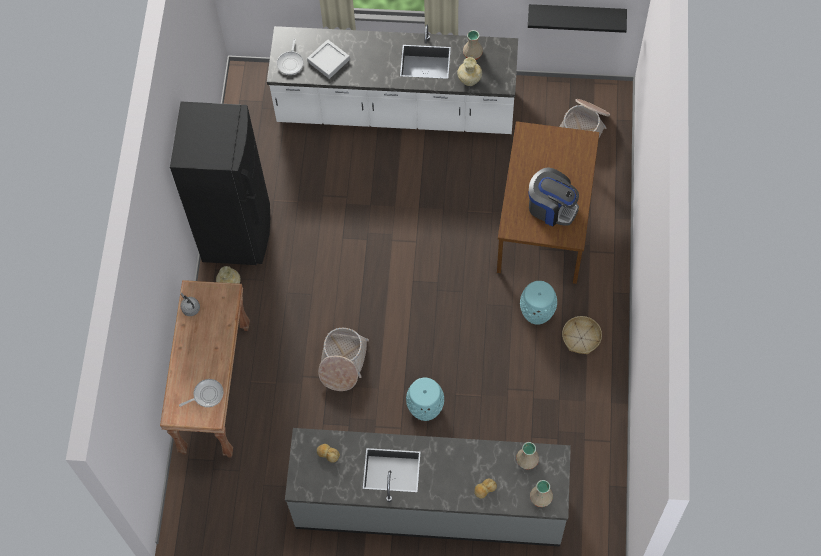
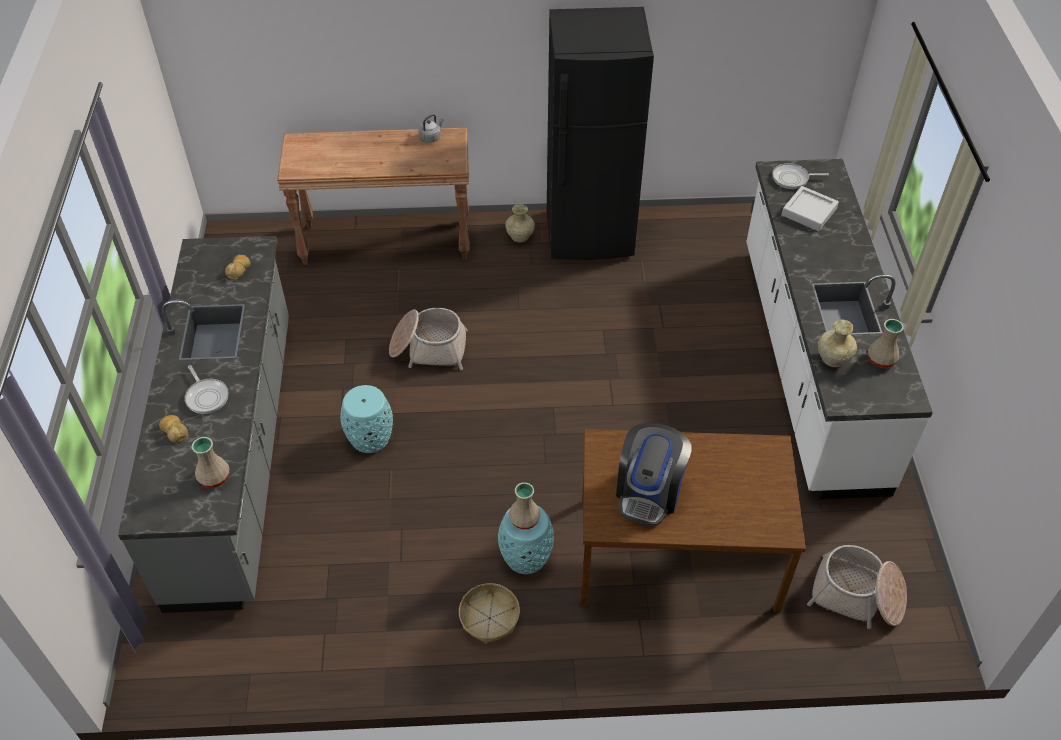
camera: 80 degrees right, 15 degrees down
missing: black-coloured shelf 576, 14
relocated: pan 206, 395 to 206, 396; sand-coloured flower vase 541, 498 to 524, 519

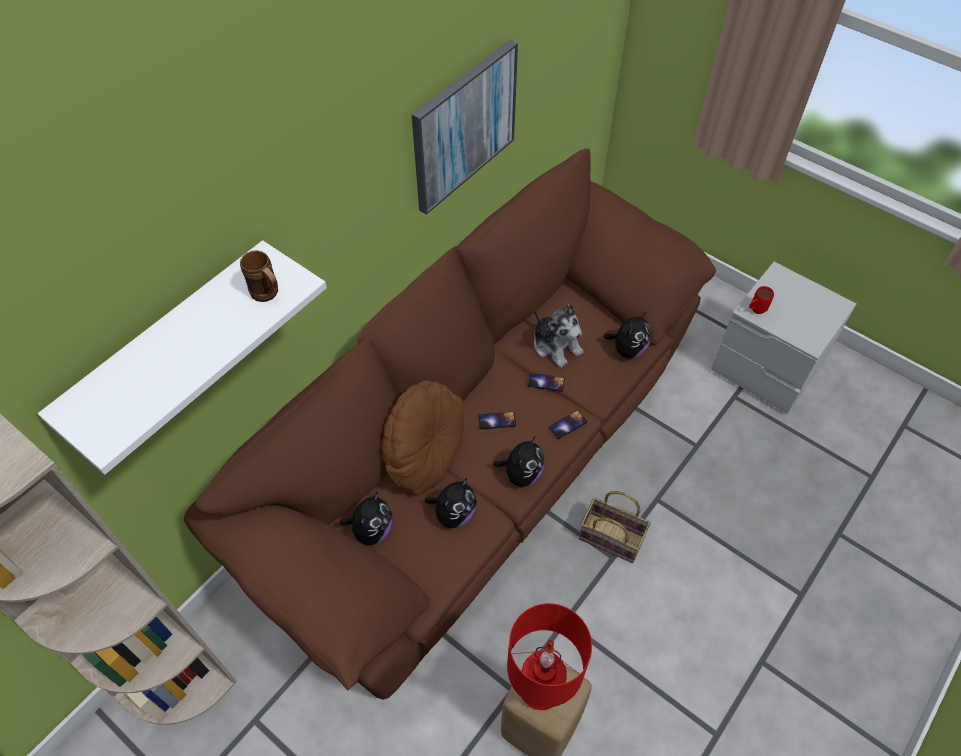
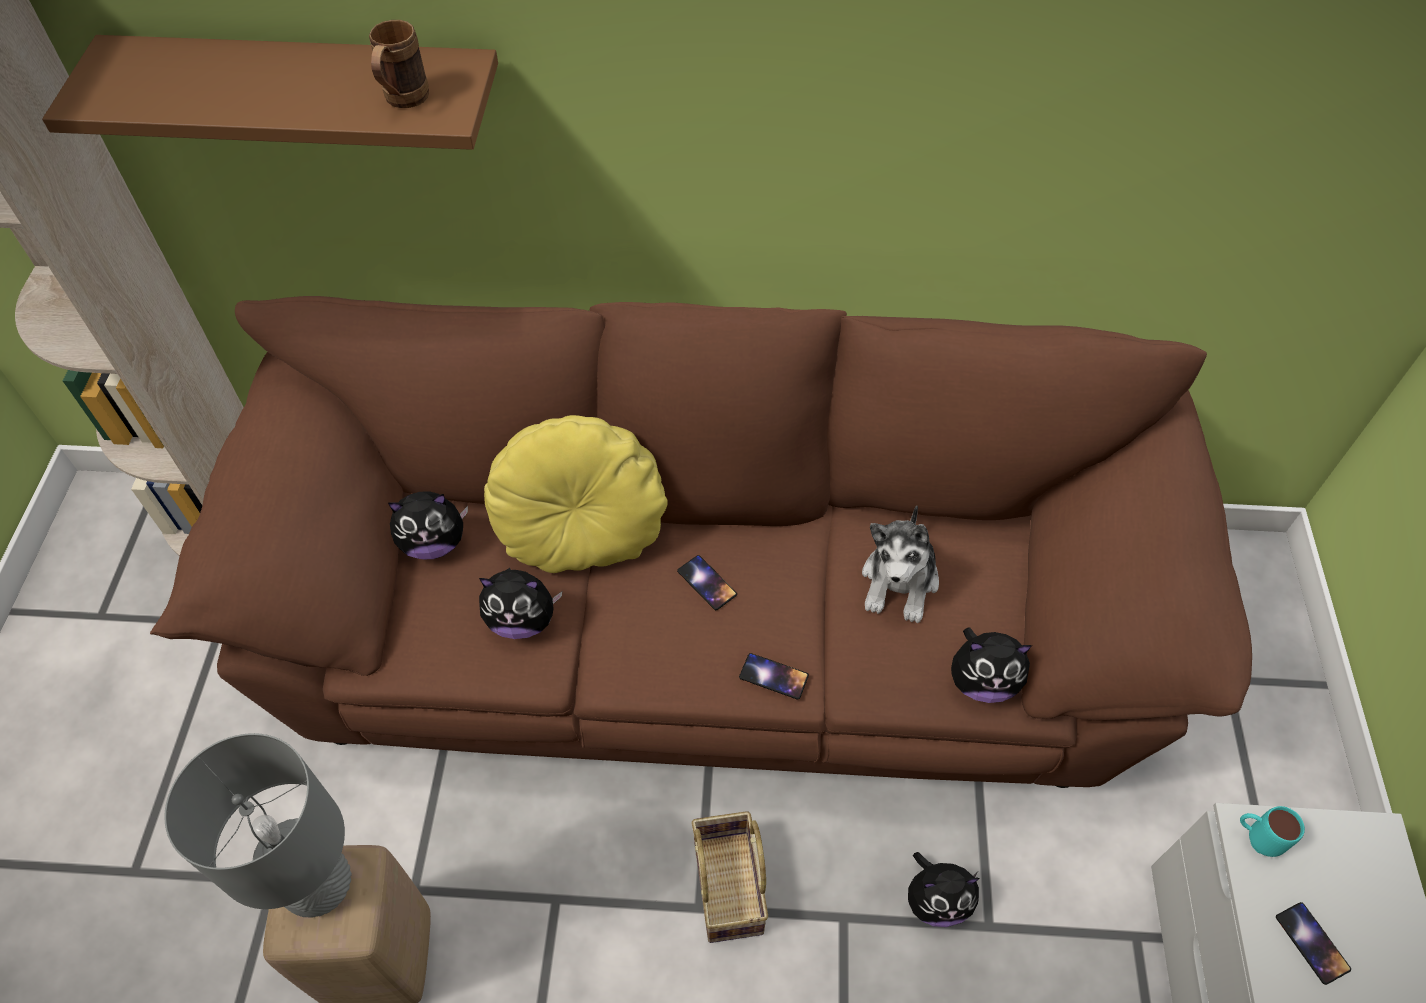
camera: 55 degrees right, 0 degrees up
missing: wall picture 463, 126
relocated: cuddly toy 521, 474 to 936, 900; handset 546, 382 to 1312, 943
colour: white-coloured shelf 170, 345 to brown shelf 311, 93; red tabletop lamp 541, 690 to grey tabletop lamp 321, 886; brown cushion 427, 460 to yellow cushion 583, 541; red coffee mug 755, 310 to turquoise-coloured coffee mug 1255, 839

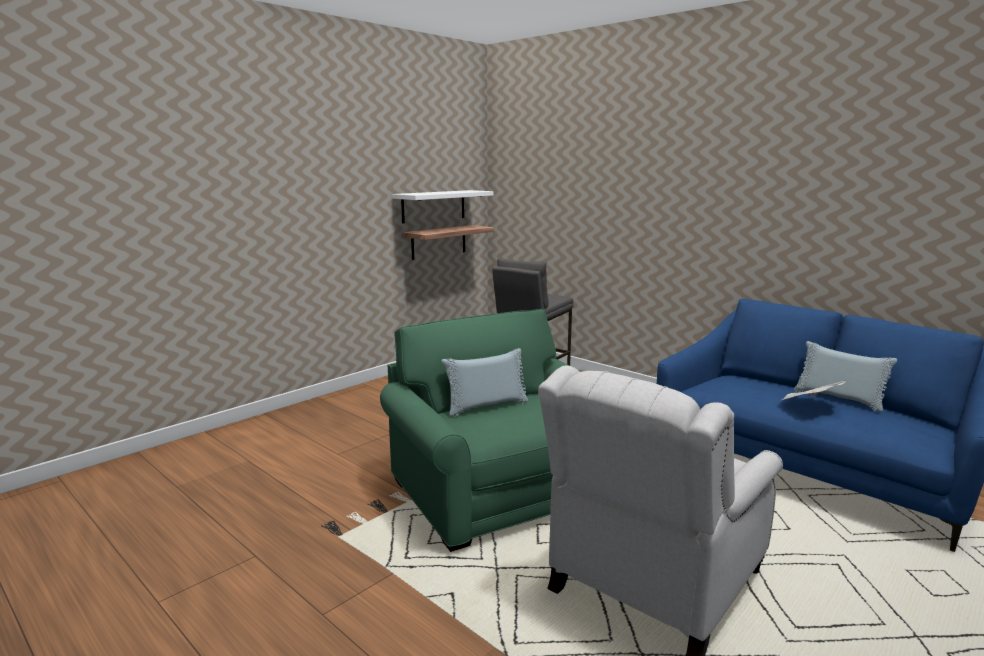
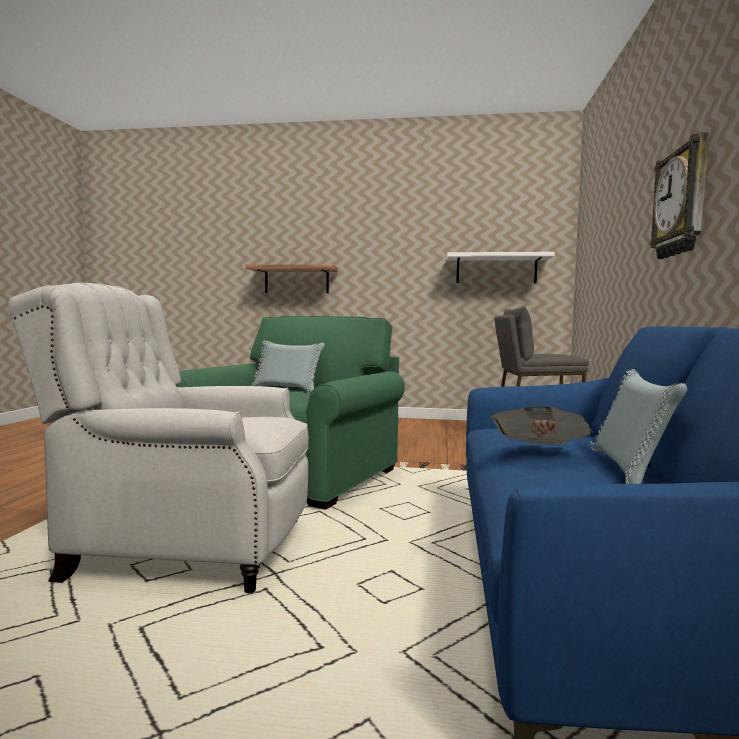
camera: 55 degrees right, 10 degrees down
appeared: hanging clock 682, 202
relocated: shelf 439, 242 to 296, 280

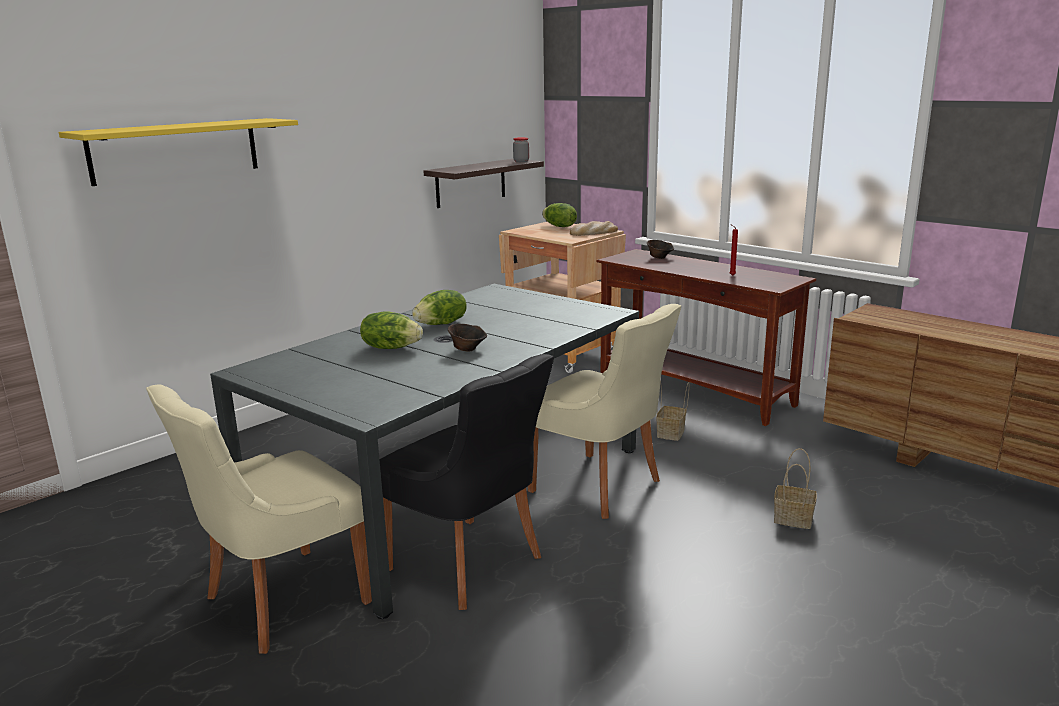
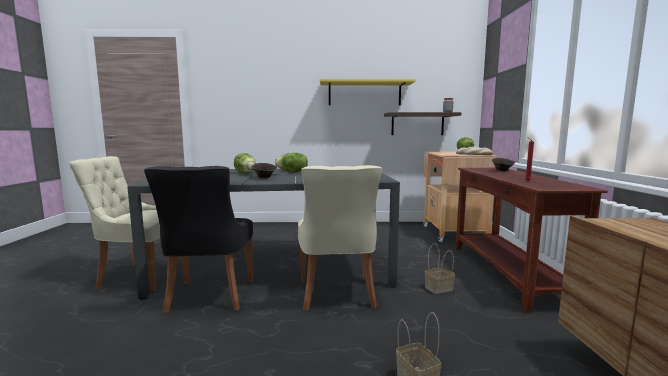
camera: 45 degrees right, 10 degrees down
relocated: yellow shelf 175, 150 to 364, 94

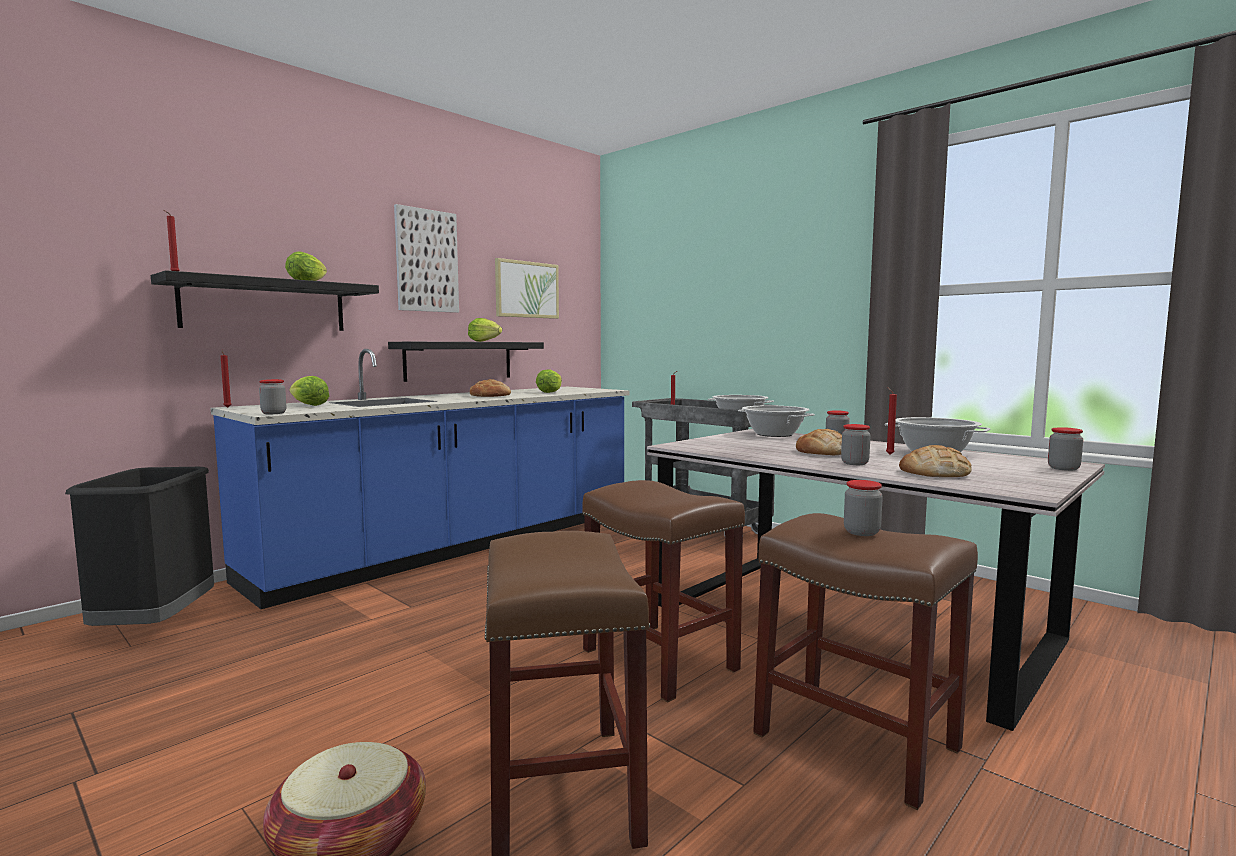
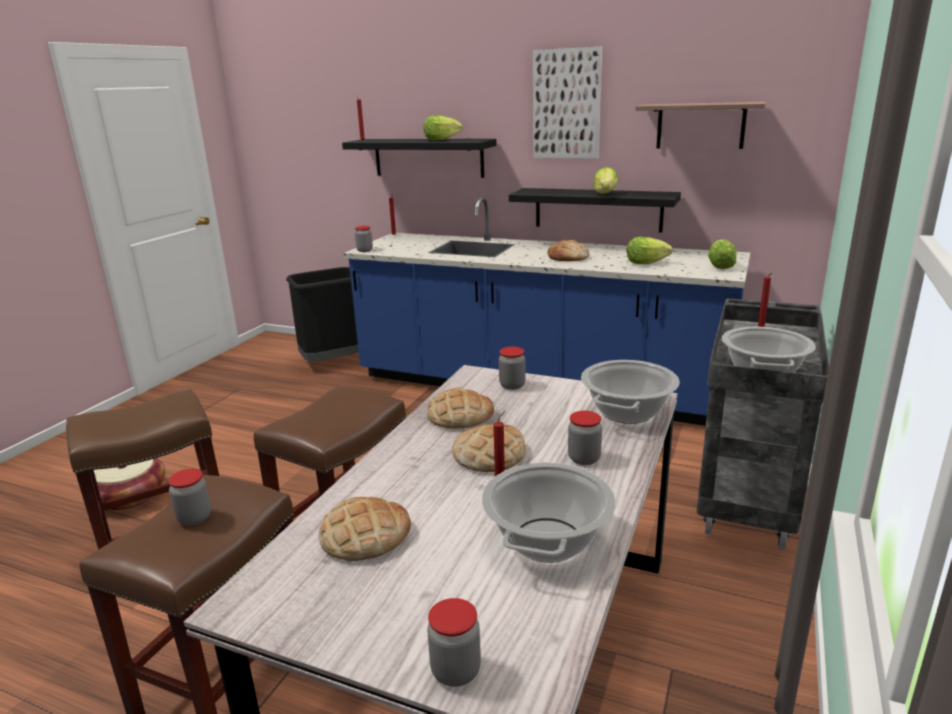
camera: 70 degrees right, 15 degrees up
appeared: bakery bread 459, 415
relocated: preserve jar 854, 463 to 512, 385; head of lettuce 309, 405 to 719, 266
exchanged: wall picture 526, 289 to shelf 700, 126

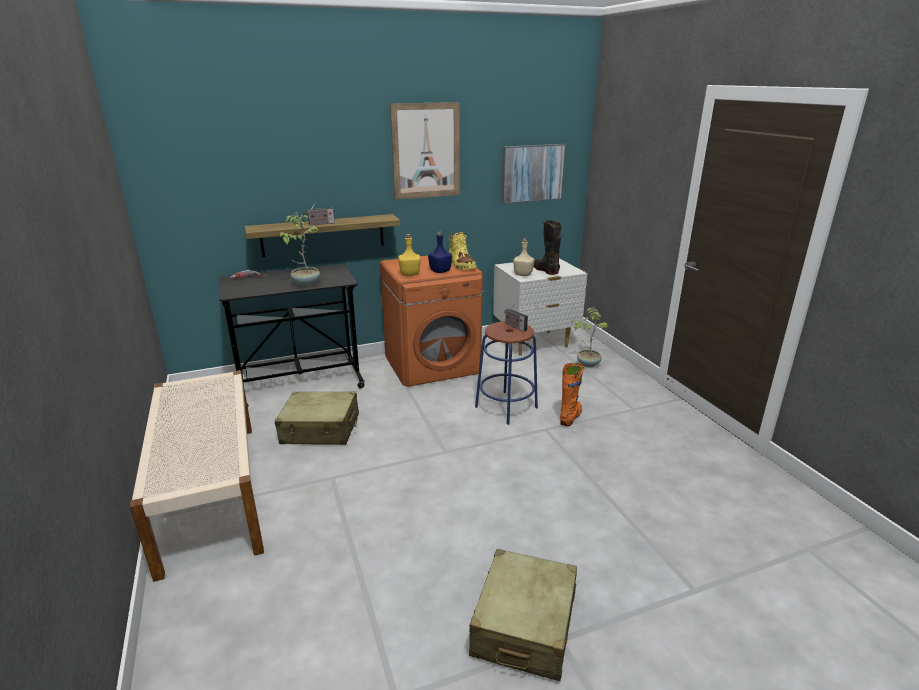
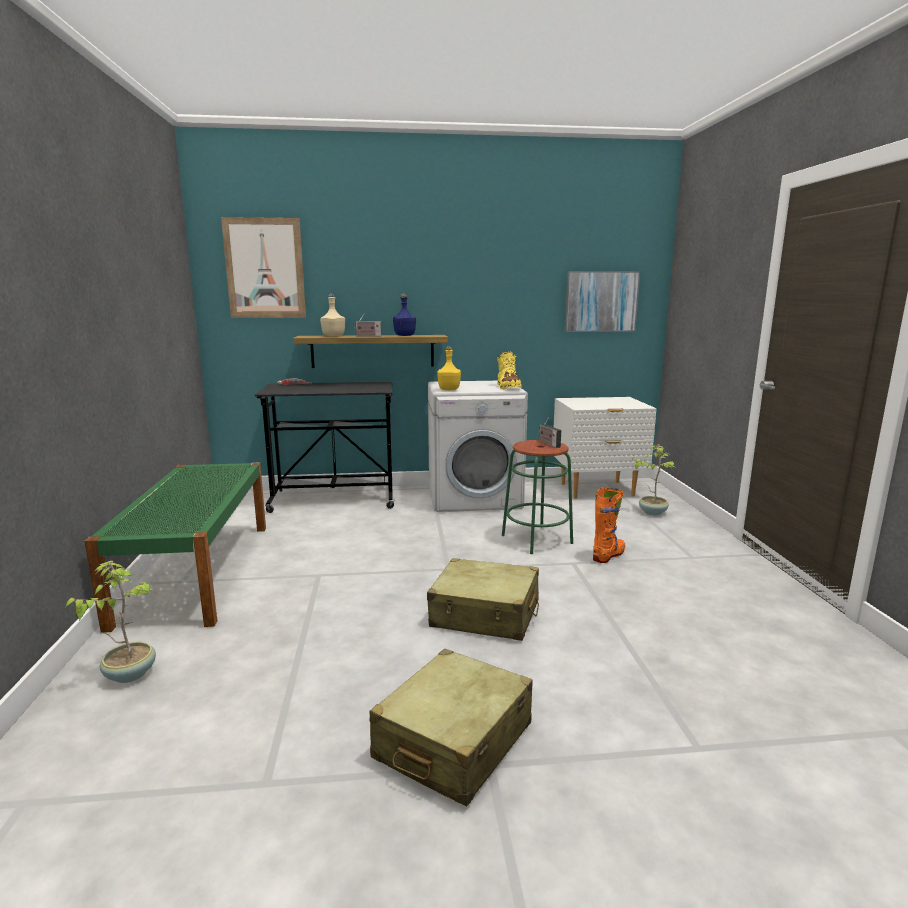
camera: 15 degrees right, 10 degrees down
missing: black-coloured high-top boot 545, 270
relocated: plant in a pot 305, 283 to 129, 674; wall picture 426, 151 to 265, 268; sand-coloured drink bottle 522, 274 to 333, 336; blue-coloured drink bottle 440, 271 to 404, 335; sand-coloured suitcase 320, 429 to 485, 614
colour: sand-coloured long seat 210, 492 to green long seat 197, 571; orangey laundry appliance 434, 365 to white-coloured laundry appliance 476, 497; blue-coloured stool seat 506, 407 to green stool seat 536, 539

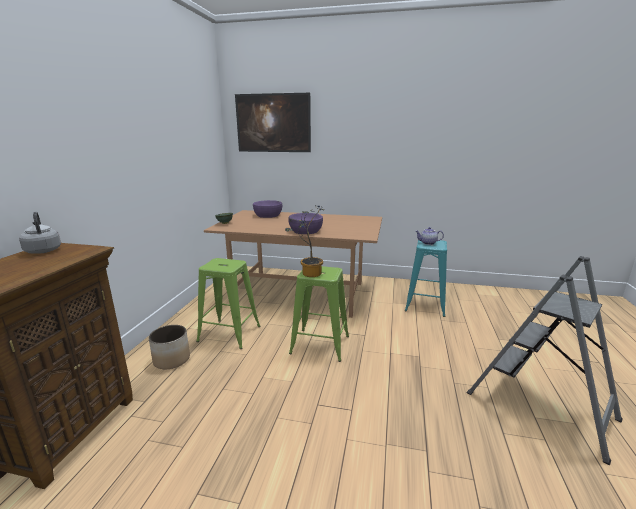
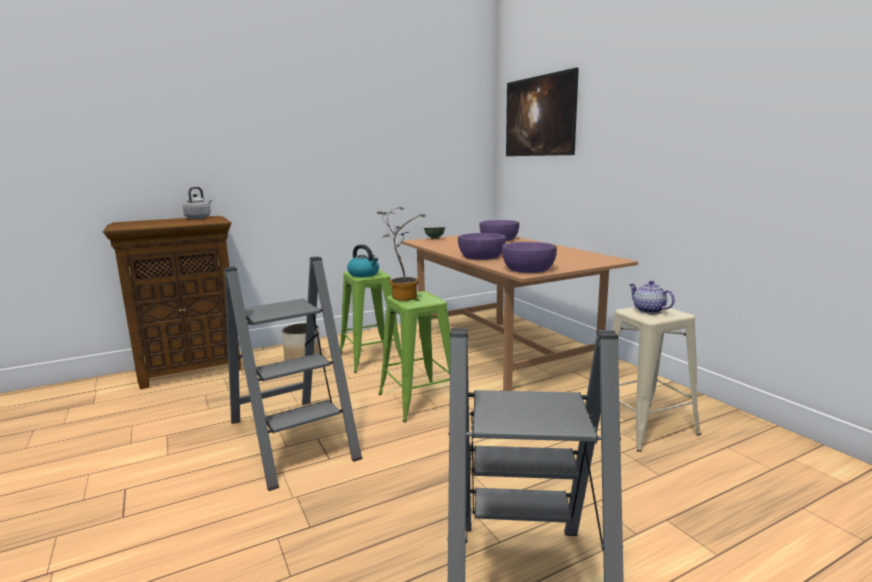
camera: 50 degrees right, 5 degrees down
appeared: grey stepladder 291, 438; water kettle 364, 274; purple serving bowl 528, 268
colour: turquoise-coloured stool seat 425, 304 to sand-coloured stool seat 645, 426

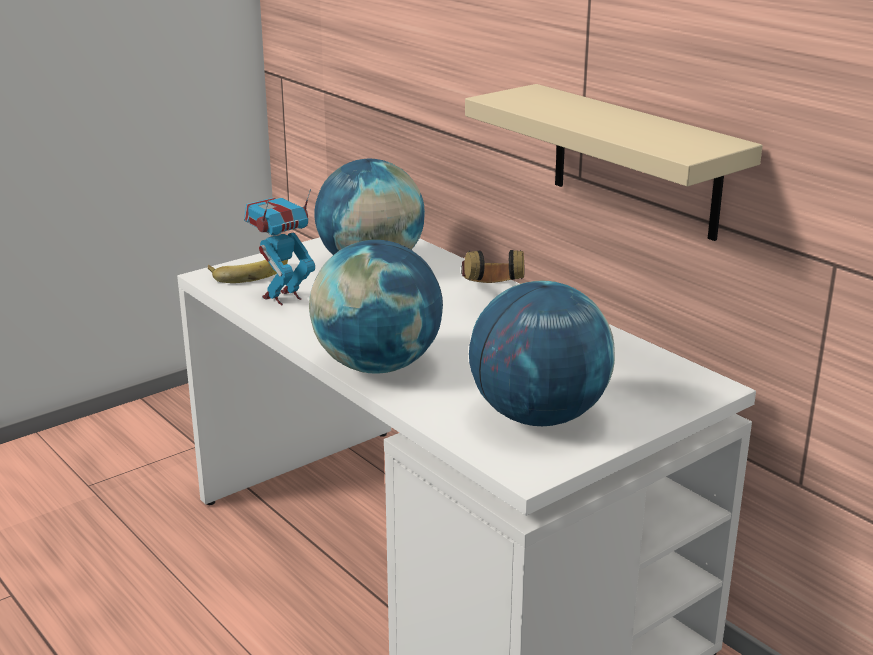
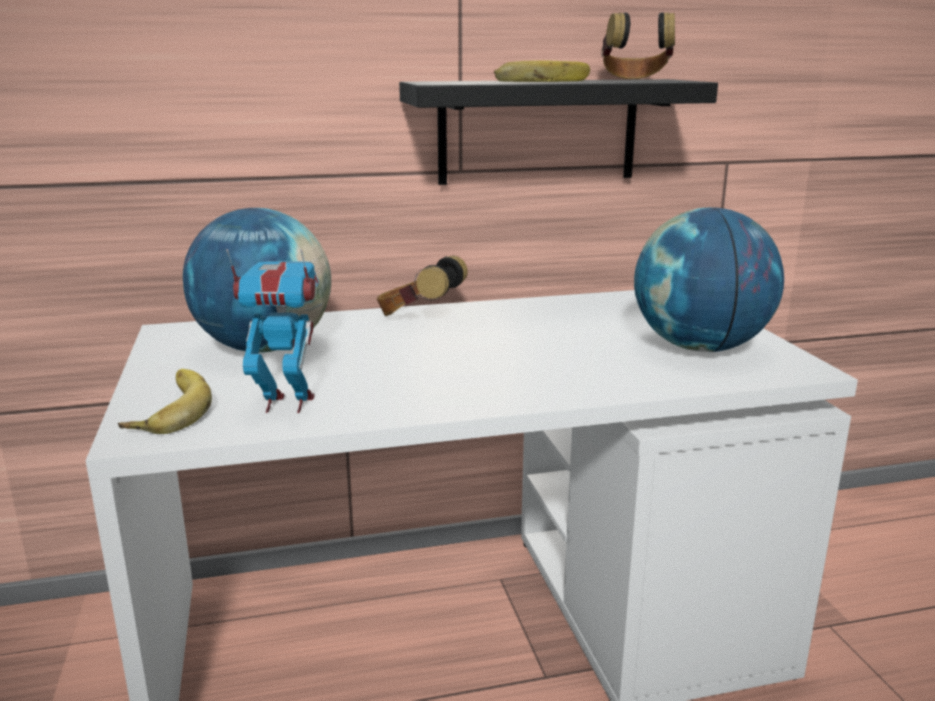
camera: 65 degrees left, 5 degrees down
missing: desk globe 377, 366
appeared: banana fruit 540, 80; headphones 635, 80
colour: sand-coloured shelf 635, 161 to black-coloured shelf 538, 131
spun: toy robot 283, 297 = 287, 403 105 degrees clockwise

